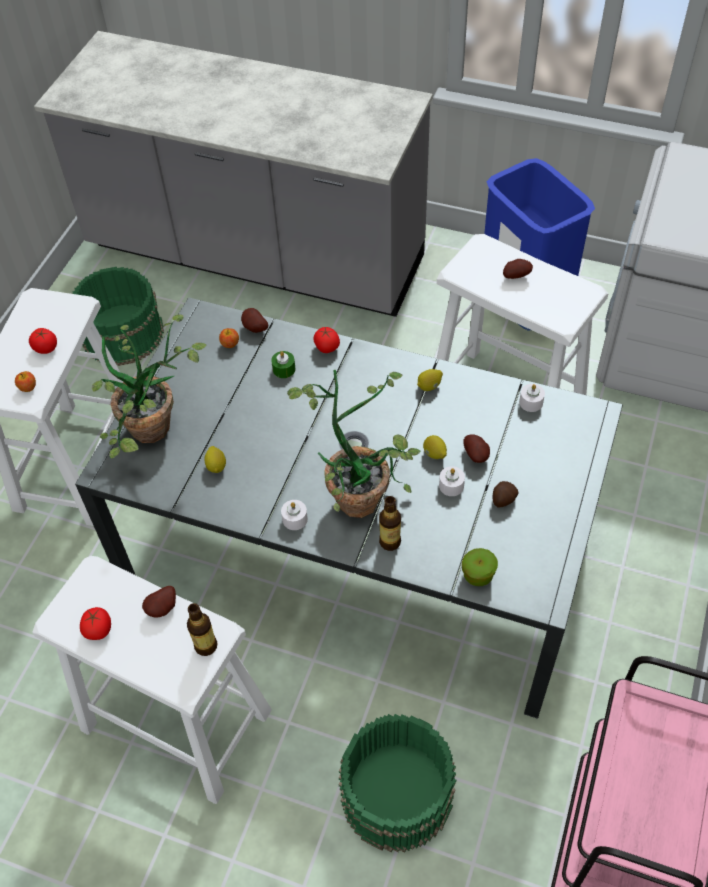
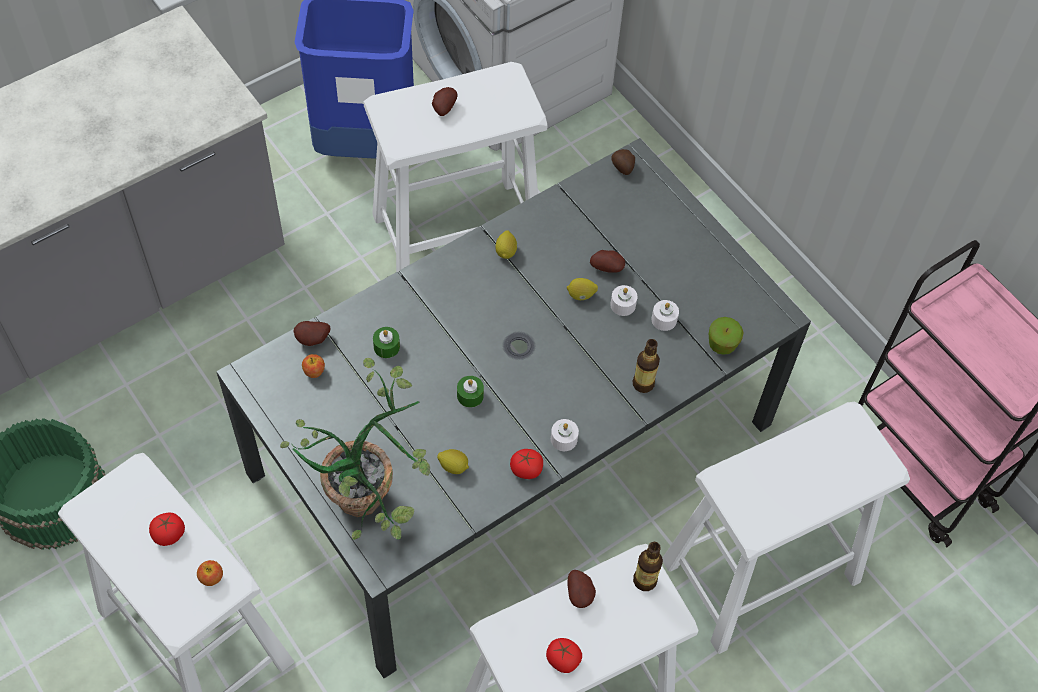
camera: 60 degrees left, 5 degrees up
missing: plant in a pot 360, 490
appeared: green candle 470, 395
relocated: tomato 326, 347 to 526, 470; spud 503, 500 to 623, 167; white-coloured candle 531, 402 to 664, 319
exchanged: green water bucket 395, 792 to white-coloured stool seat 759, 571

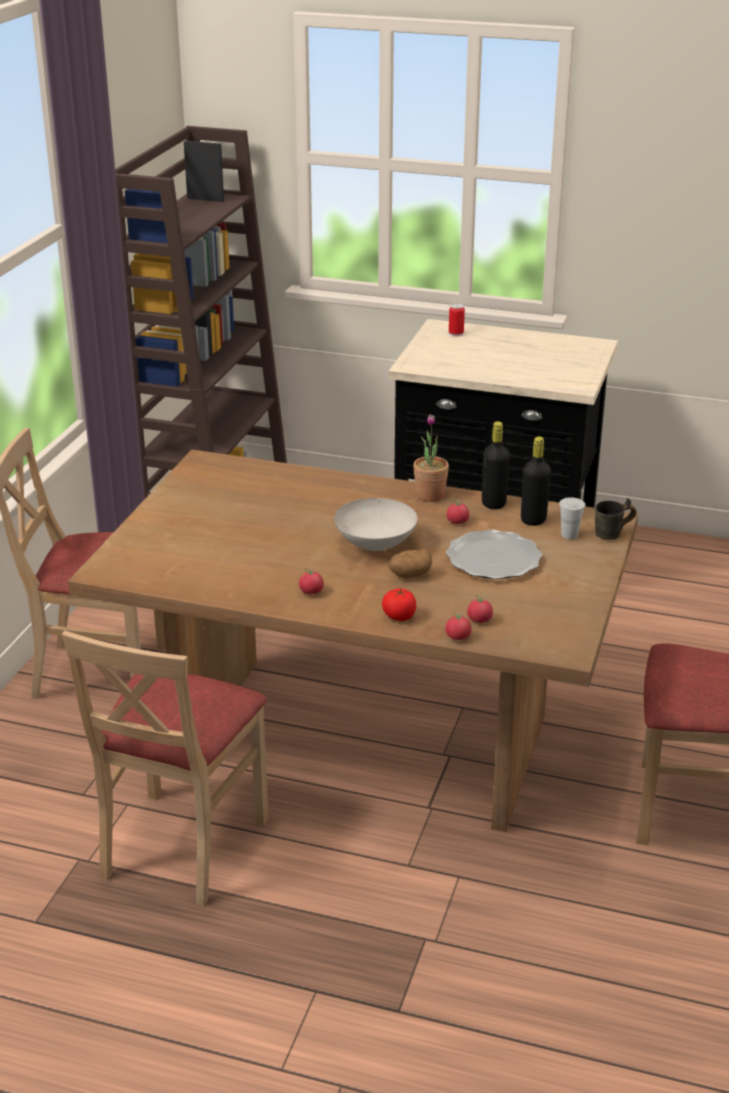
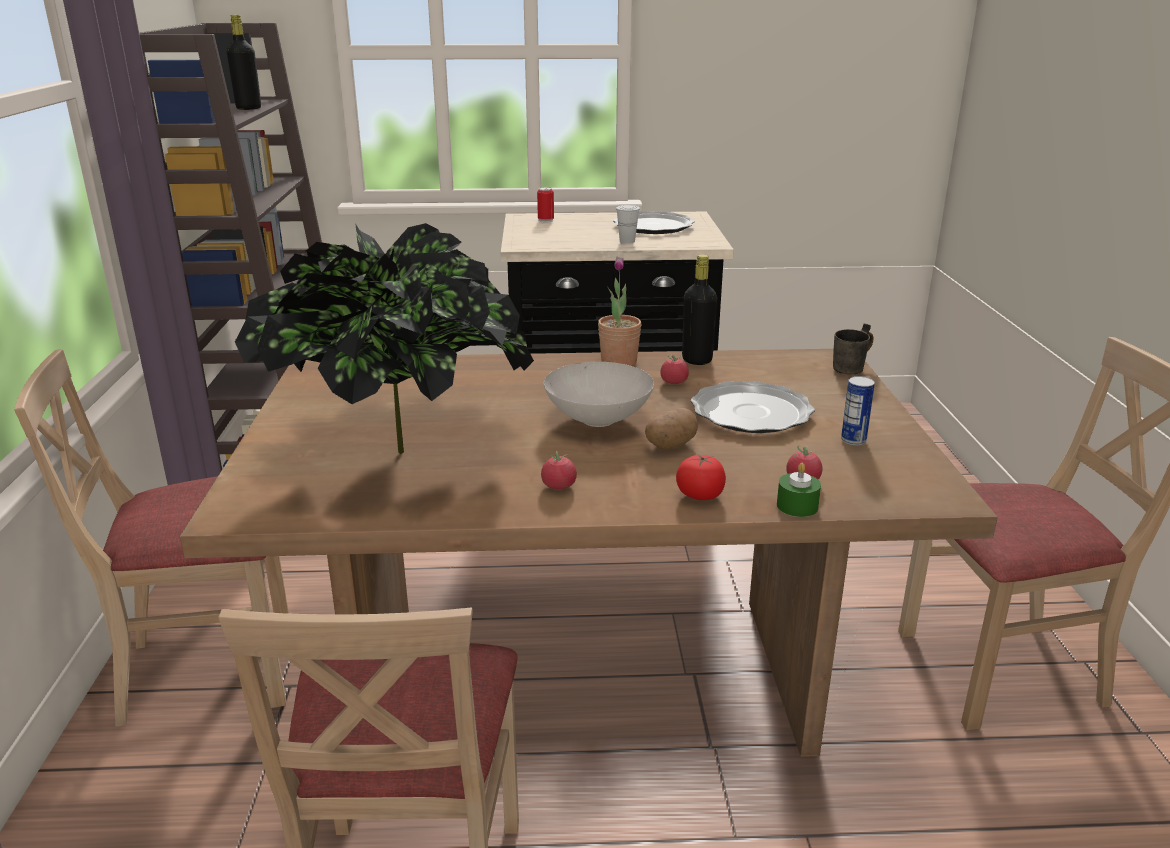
camera: 20 degrees left, 5 degrees down
appeared: plant in a pot 399, 449; flat dish 653, 226; metal can 853, 440
relocated: black-coloured drink bottle 533, 520 to 249, 108; white-coloured cup 569, 535 to 627, 241
exchanged: tomato 458, 637 to green candle 797, 506

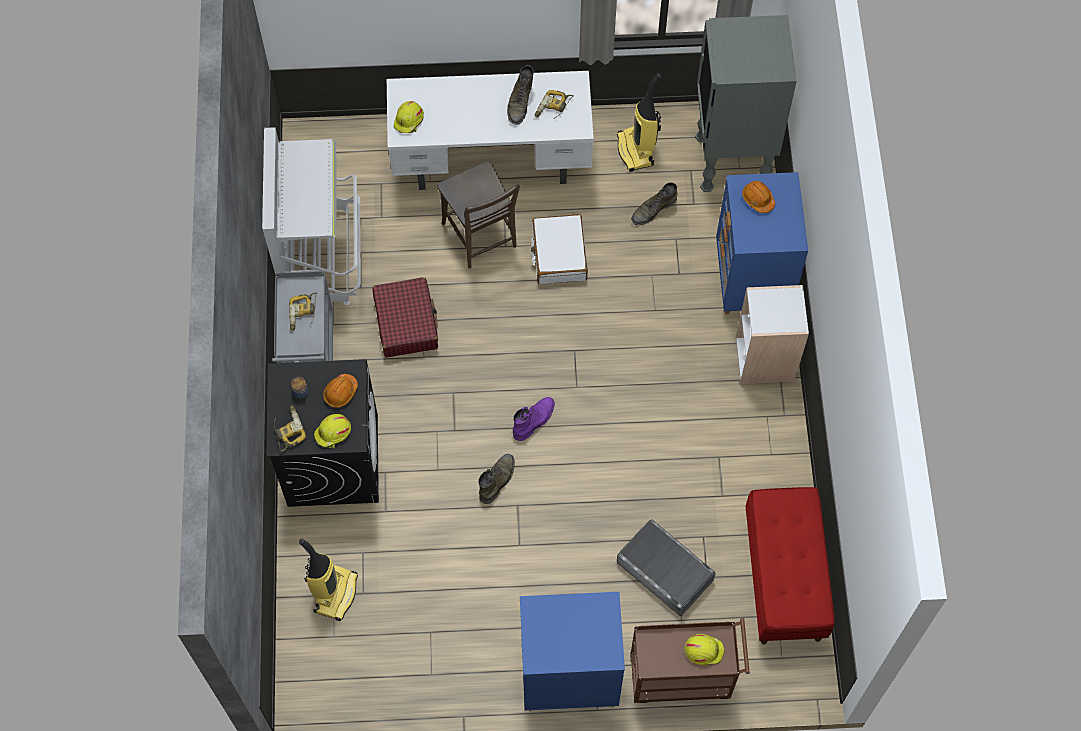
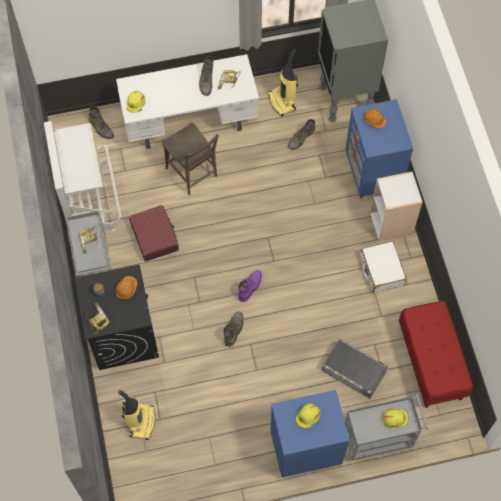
camera: 10 degrees left, 0 degrees up
appeared: green high-top boot 101, 128
relocated: yellow work helmet 333, 433 to 308, 417; white-coloured suitcase 559, 255 to 381, 270
colour: brown wheeled cart 683, 680 to grey wheeled cart 379, 439

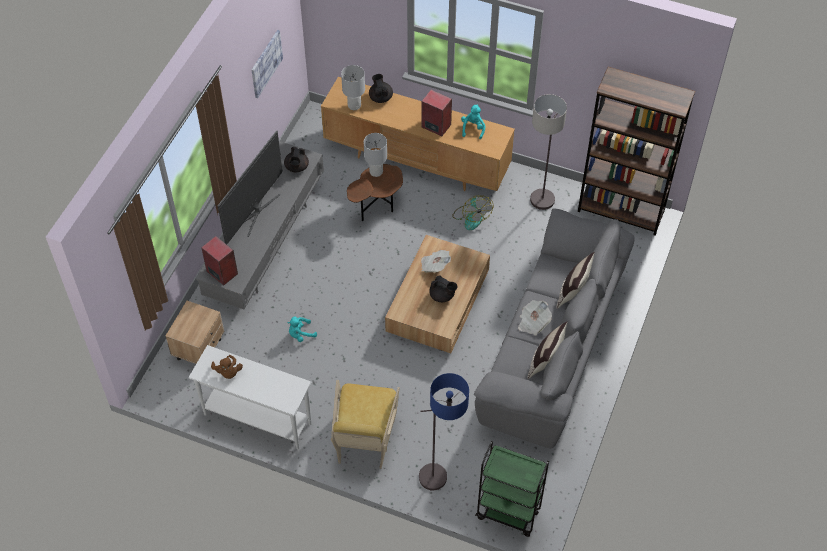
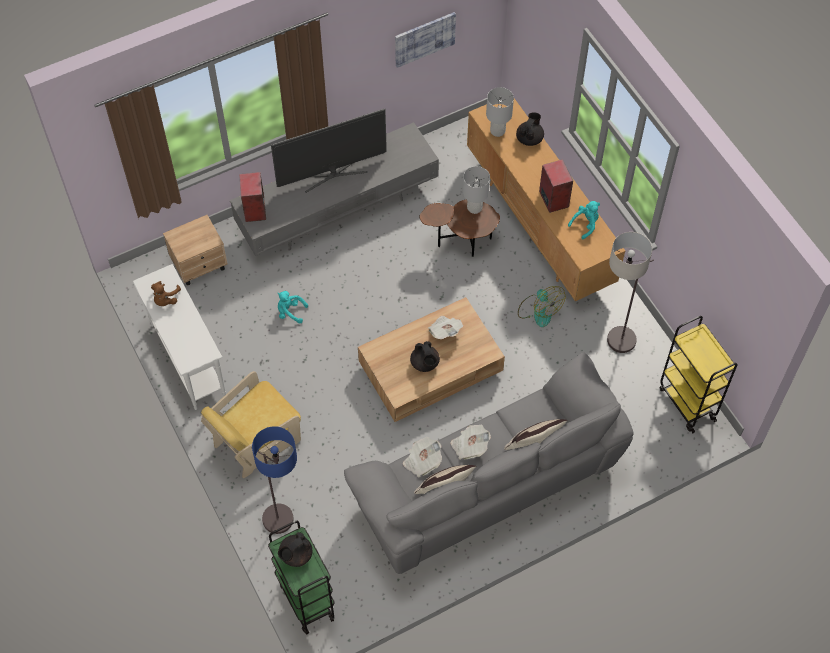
camera: 40 degrees right, 5 degrees up
appeared: daily paper 422, 461
relocated: black-coloured teapot 296, 167 to 295, 555
exchanged: brown bookcase 621, 211 to yellow wheeled cart 687, 404
spun: fan 471, 217 = 539, 310 60 degrees counterclockwise

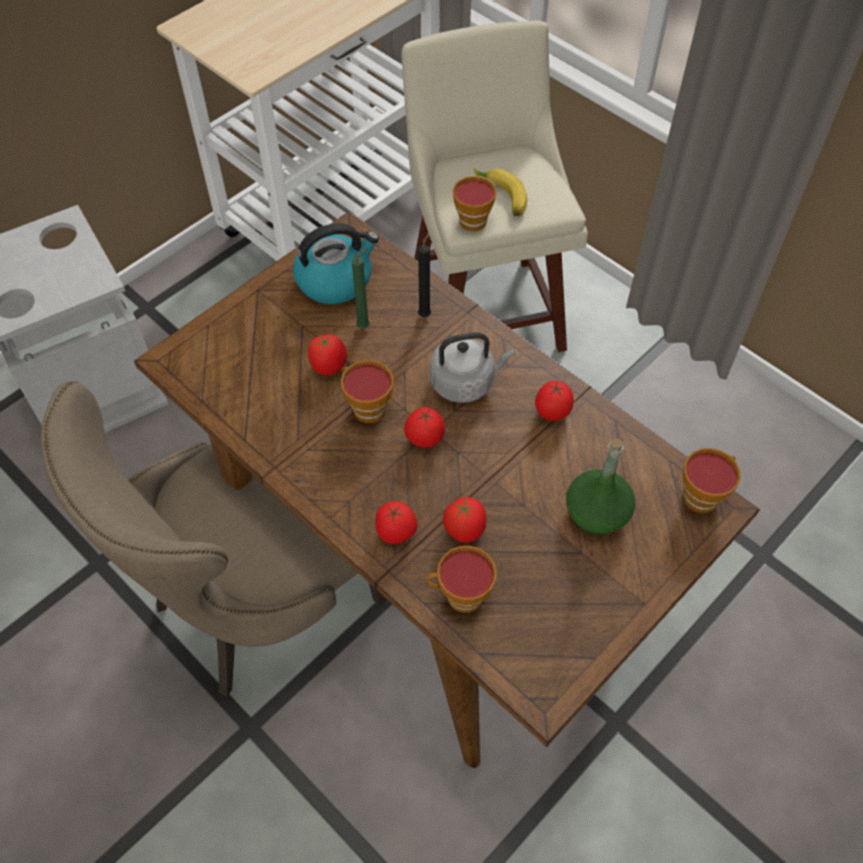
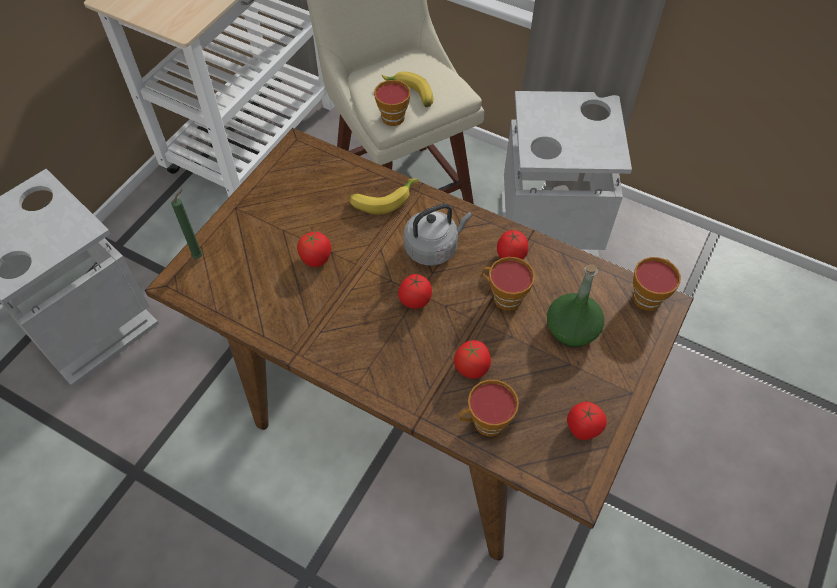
camera: 15 degrees left, 0 degrees up
missing: sand-coloured upright chair 256, 600; water kettle 335, 280
appeared: grey rubbish bin 547, 231
relocated: green candle 365, 326 to 199, 255; cup 366, 407 to 503, 297; tomato 396, 533 to 583, 428
exchanged: black-coloured candle 425, 314 to banana fruit 383, 199

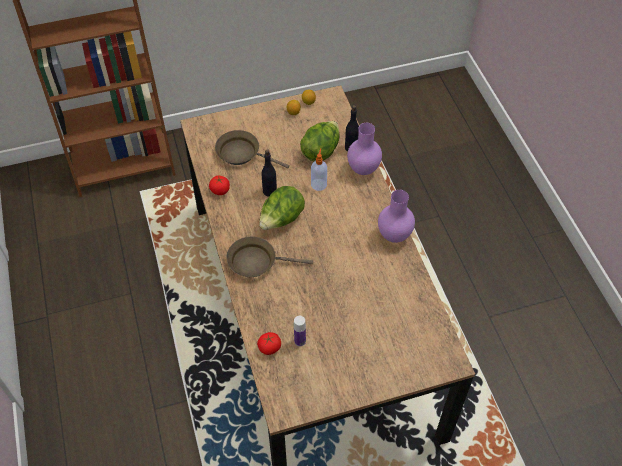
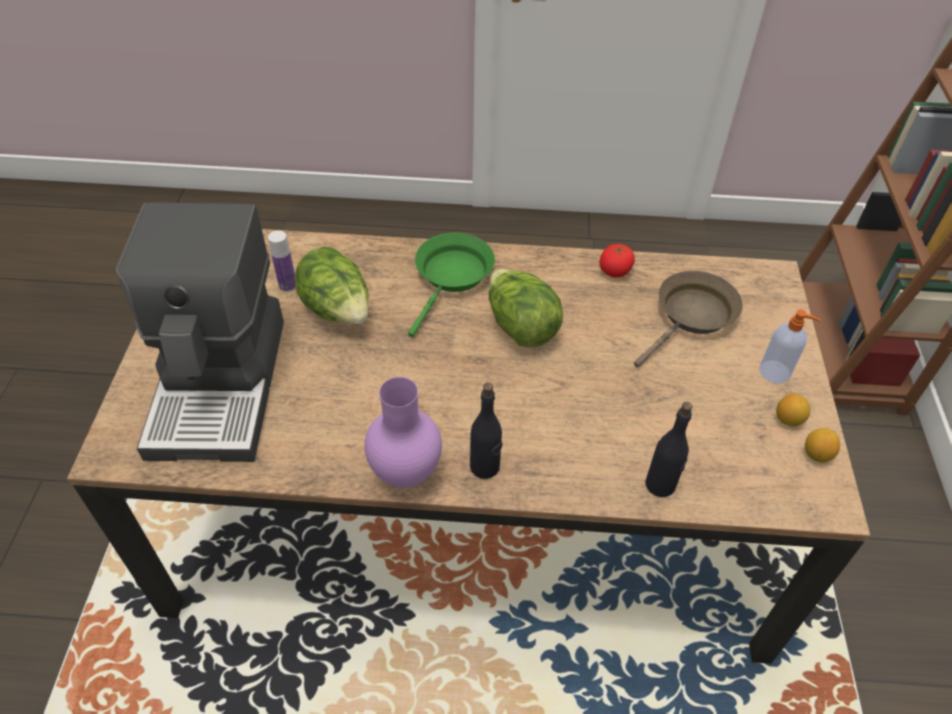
camera: 110 degrees right, 5 degrees down
missing: tomato 269, 348; purple flower vase 364, 169
appeared: coffee maker 221, 384
relocated: head of lettuce 321, 151 to 338, 311; black-coloured drink bottle 270, 191 to 485, 467; soap bottle 319, 184 to 776, 372
colour: brown pan 256, 262 to green pan 452, 277

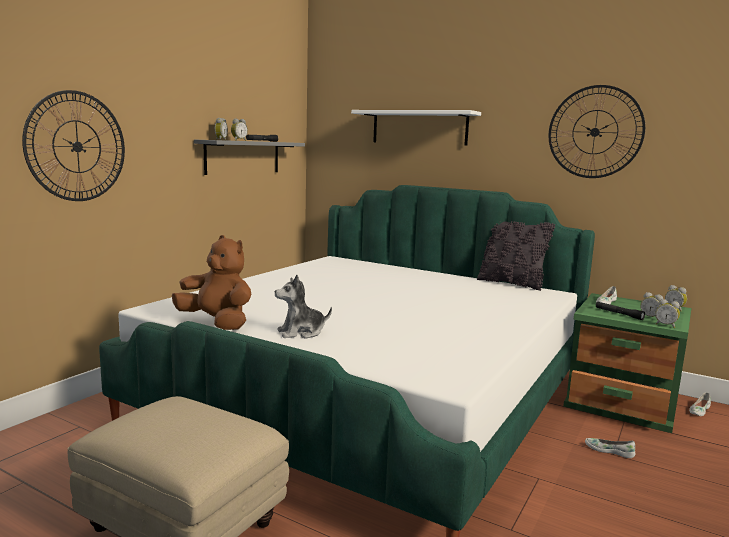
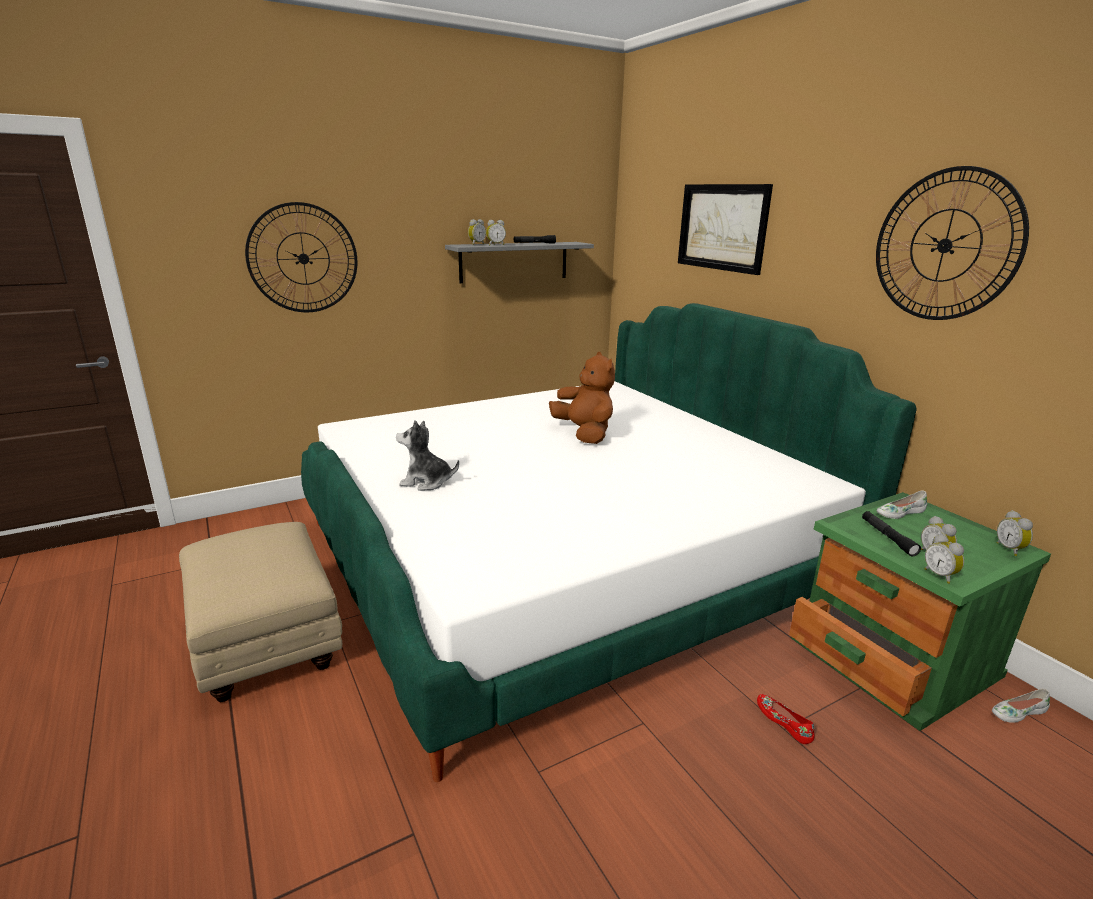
camera: 30 degrees right, 10 degrees up
missing: black-coloured cushion 511, 283
relocated: brown cuddly toy 217, 323 to 584, 434
exchanged: white-coloured shelf 419, 127 to wall picture 722, 227
colour: white-coloured shoe 609, 450 to red shoe 784, 721

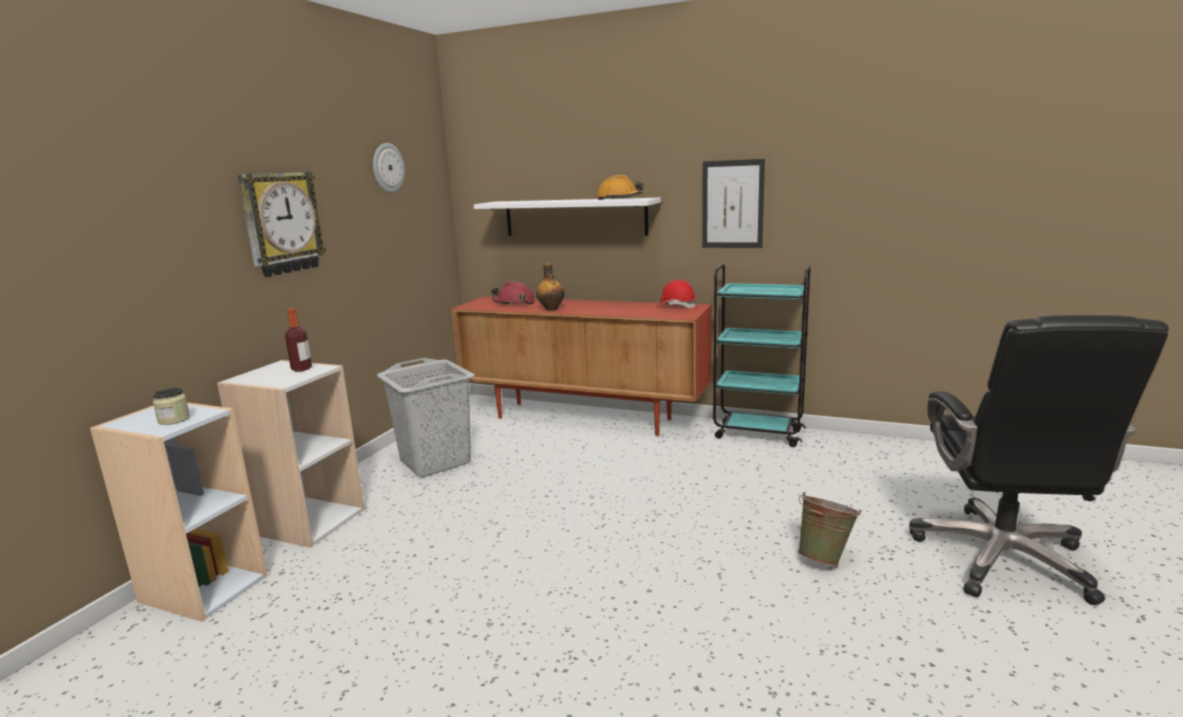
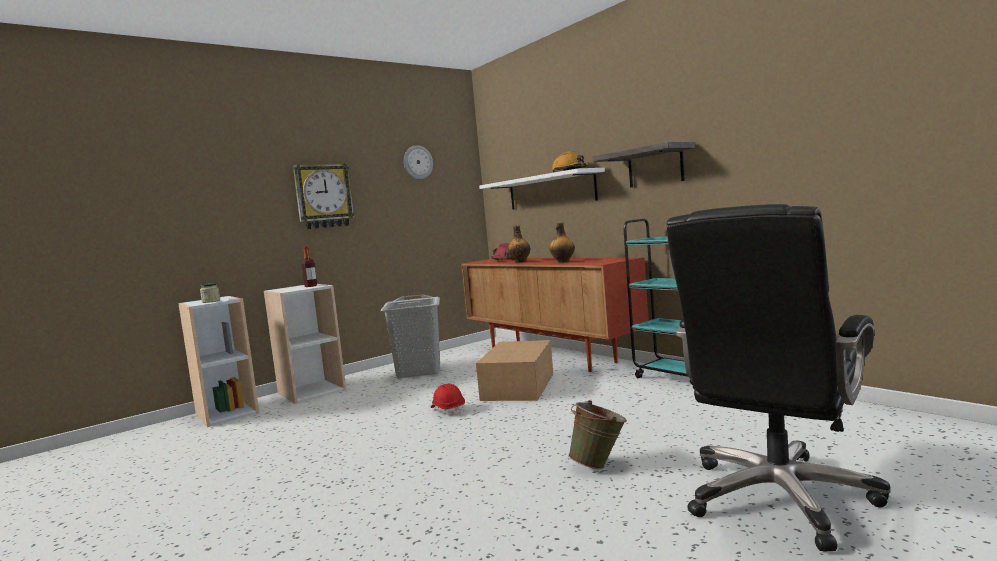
camera: 30 degrees right, 10 degrees down
appeared: packing box 517, 386; drink bottle 563, 262
relocated: red work helmet 676, 306 to 448, 410
exchanged: wall picture 732, 204 to shelf 655, 167

